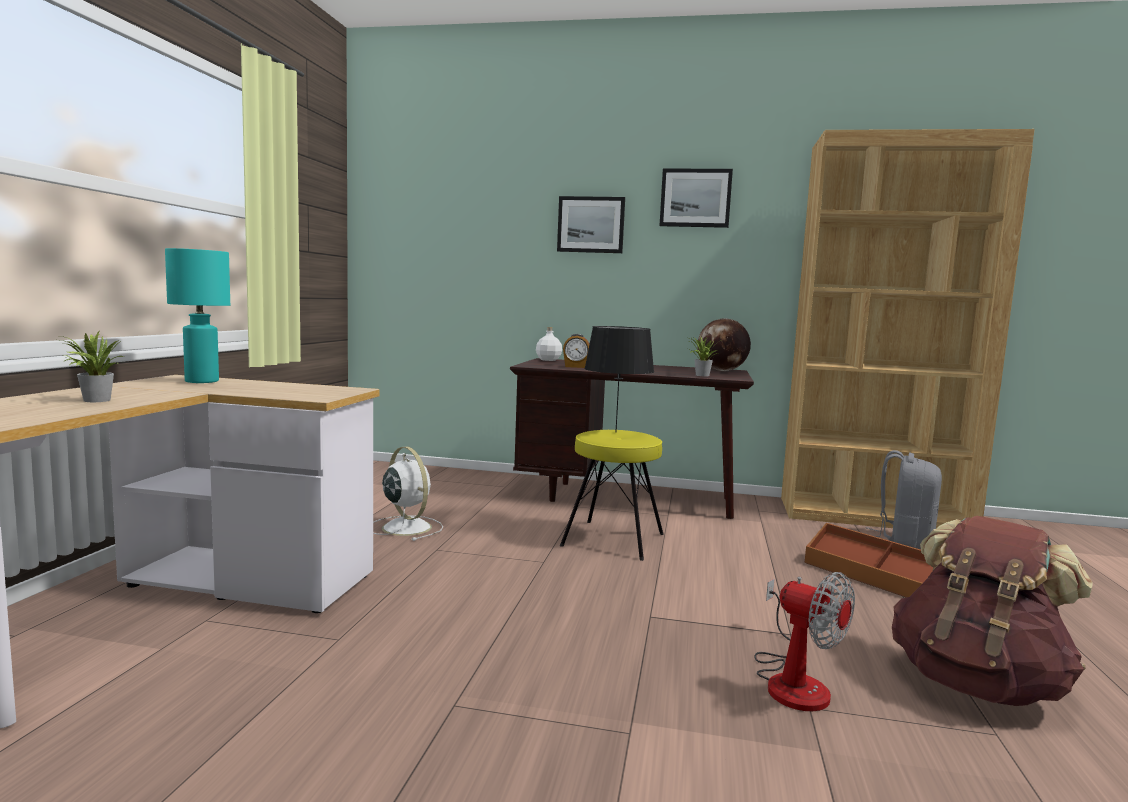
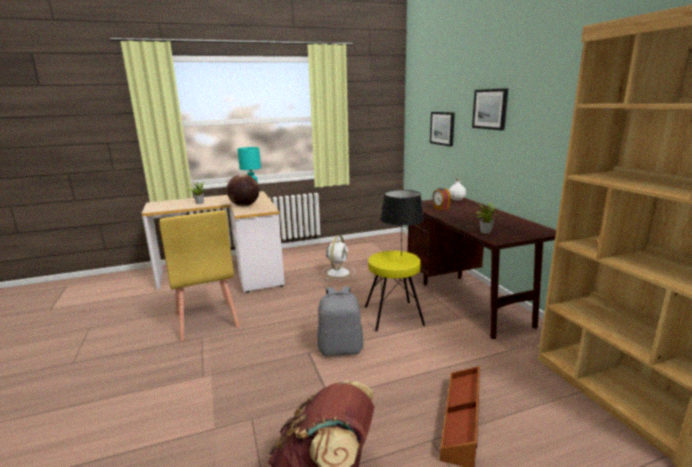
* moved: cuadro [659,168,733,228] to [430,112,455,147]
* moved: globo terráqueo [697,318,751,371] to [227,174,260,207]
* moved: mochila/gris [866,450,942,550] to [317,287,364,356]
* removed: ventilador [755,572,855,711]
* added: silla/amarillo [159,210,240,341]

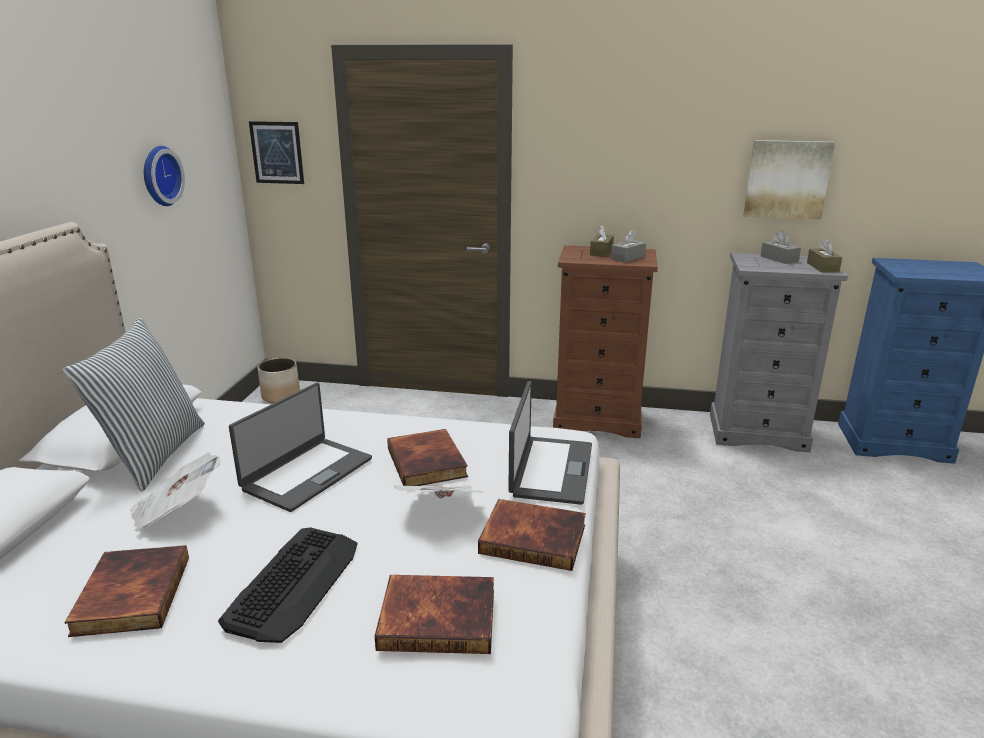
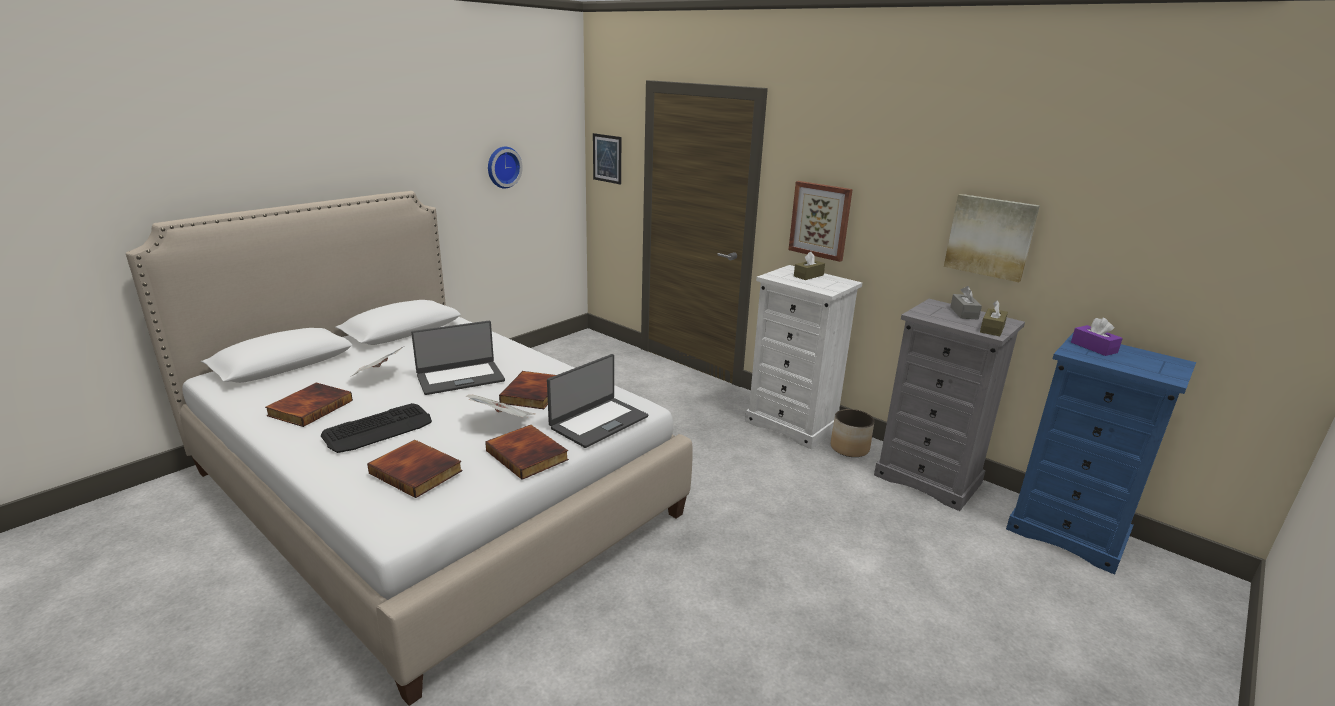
* removed: caja de pañuelos/gris [611,230,646,263]
* recoloured: cómoda/marrón [553,245,658,438] to cómoda/blanco [745,265,862,449]
* removed: cojín [62,317,205,491]
* moved: maceta [258,358,300,403] to [831,409,875,457]
* added: cuadro [789,181,853,262]
* added: caja de pañuelos/morado [1071,318,1123,356]

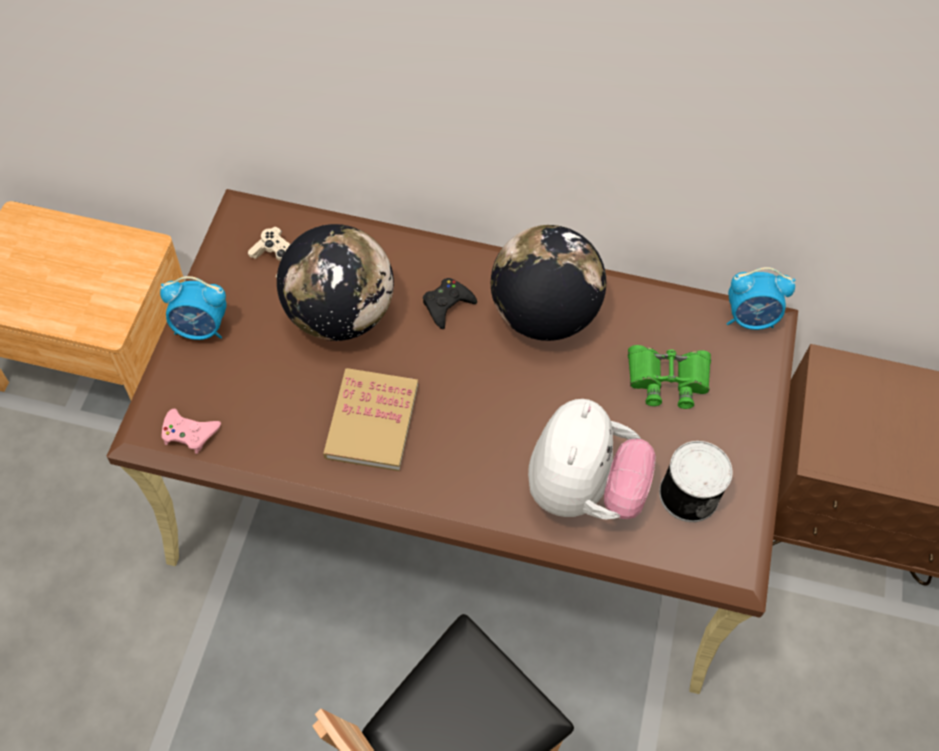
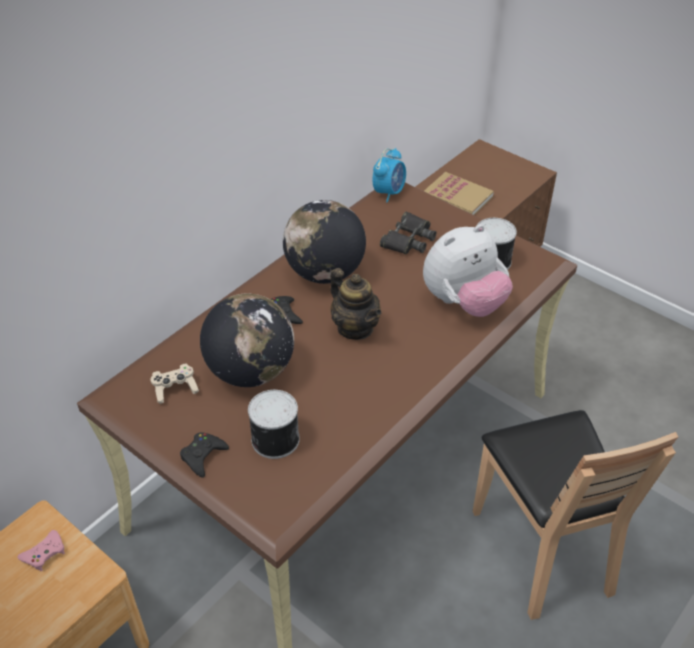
* replaced: despertador [160,276,226,340] to mando de consola/negro [180,432,229,478]
* recoloured: prismáticos/verde [628,345,711,409] to prismáticos/negro [380,212,436,254]
* moved: libro [323,368,418,471] to [424,172,494,215]
* turned: peluche [528,399,656,520] = [423,224,513,317] 105 degrees clockwise
* moved: mando de consola/rosa [162,409,221,454] to [17,530,65,571]
* added: tetera [330,268,381,340]
* added: lata [248,390,300,459]

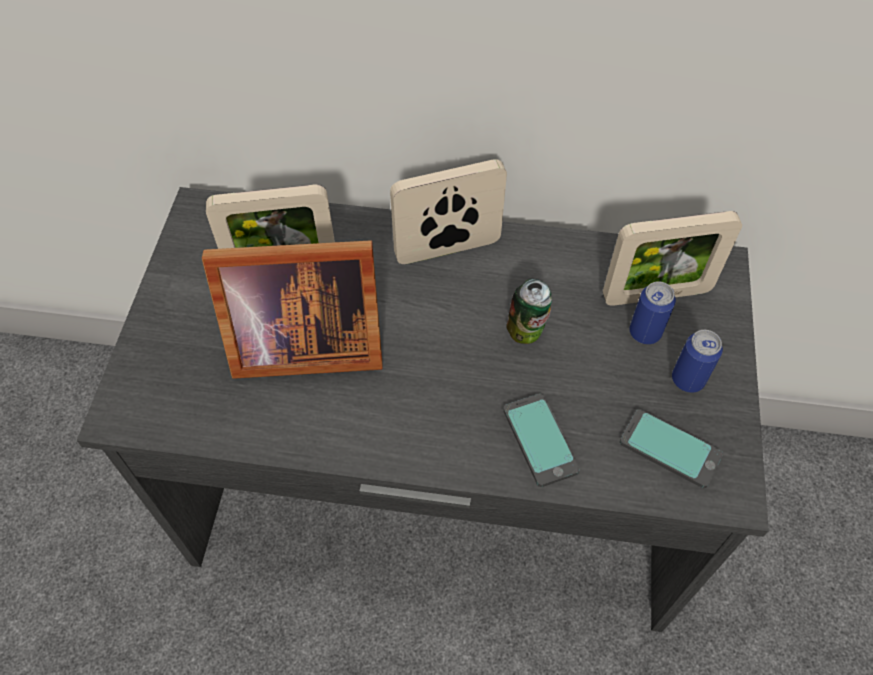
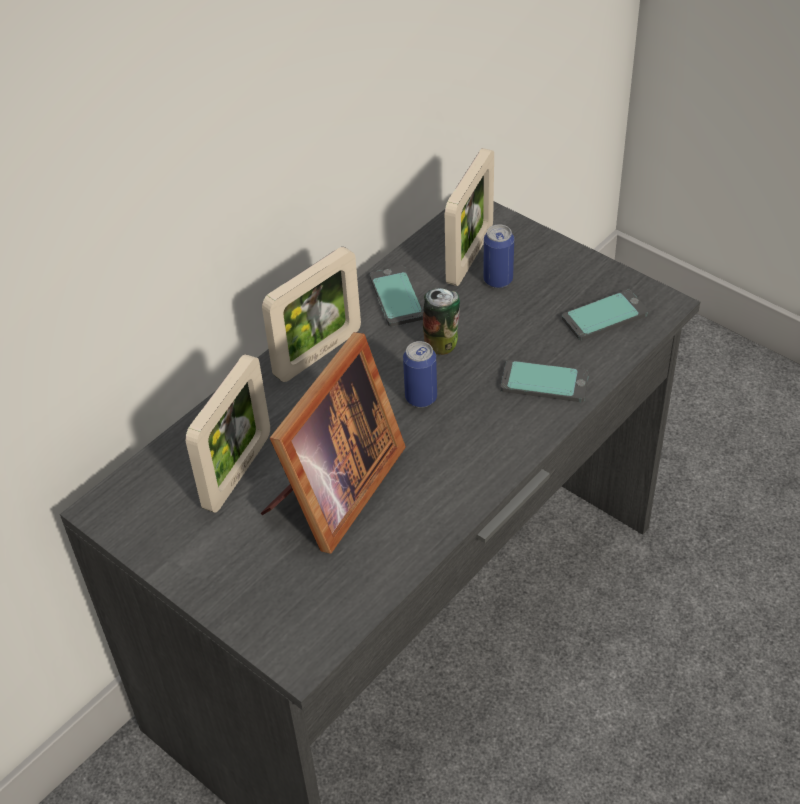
* turned: portarretratos [390,159,507,264] = [262,247,361,382] 150 degrees counterclockwise
* moved: lata [672,330,723,392] to [403,341,437,408]
* added: móvil [370,266,424,327]

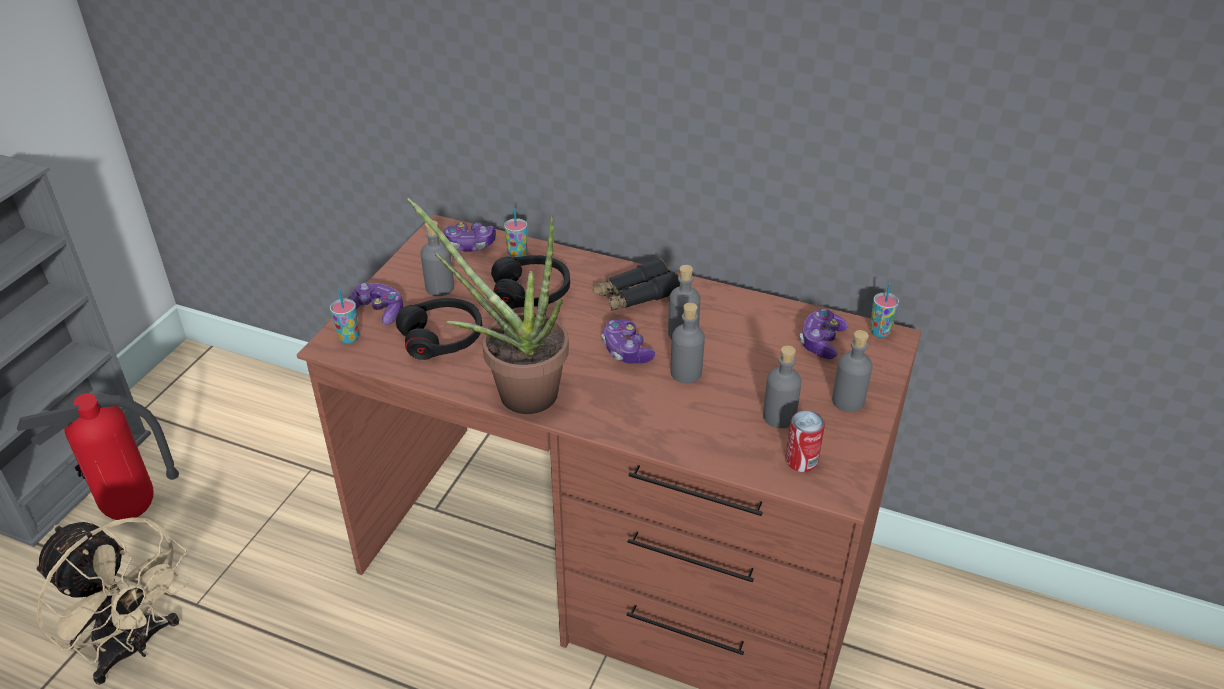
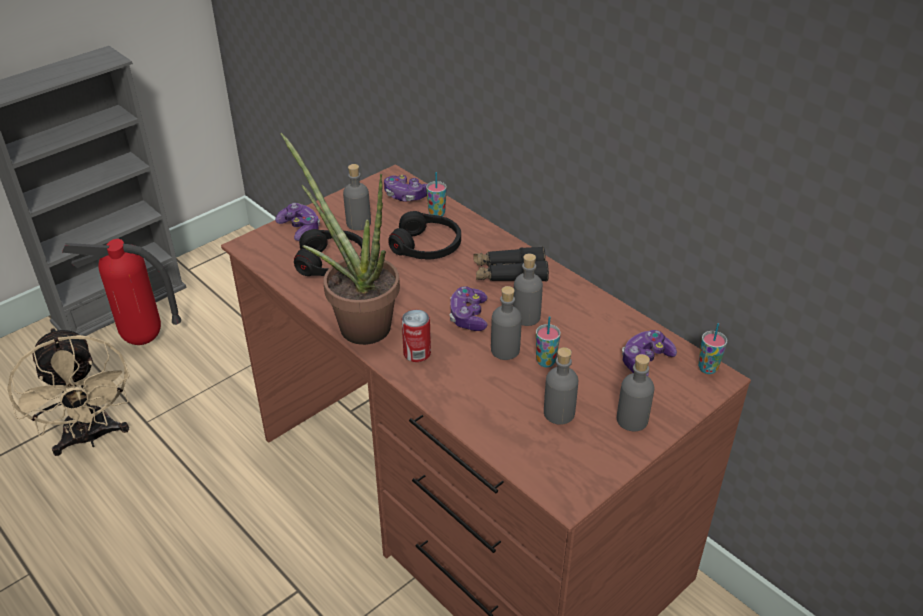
* moved: taza [330,289,359,344] to [536,316,561,367]
* moved: lata [785,410,825,472] to [402,309,431,362]

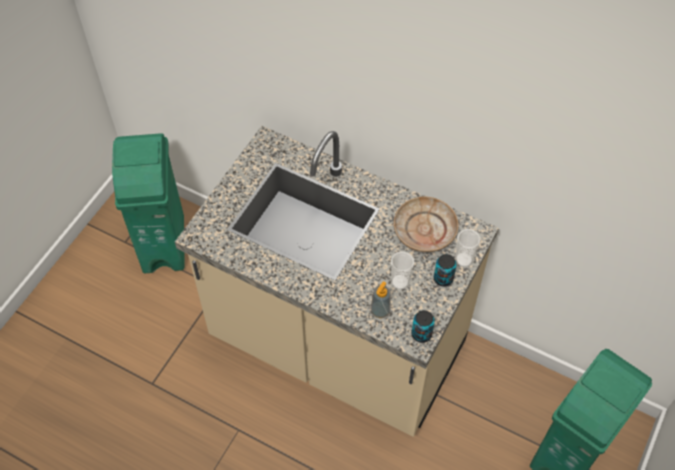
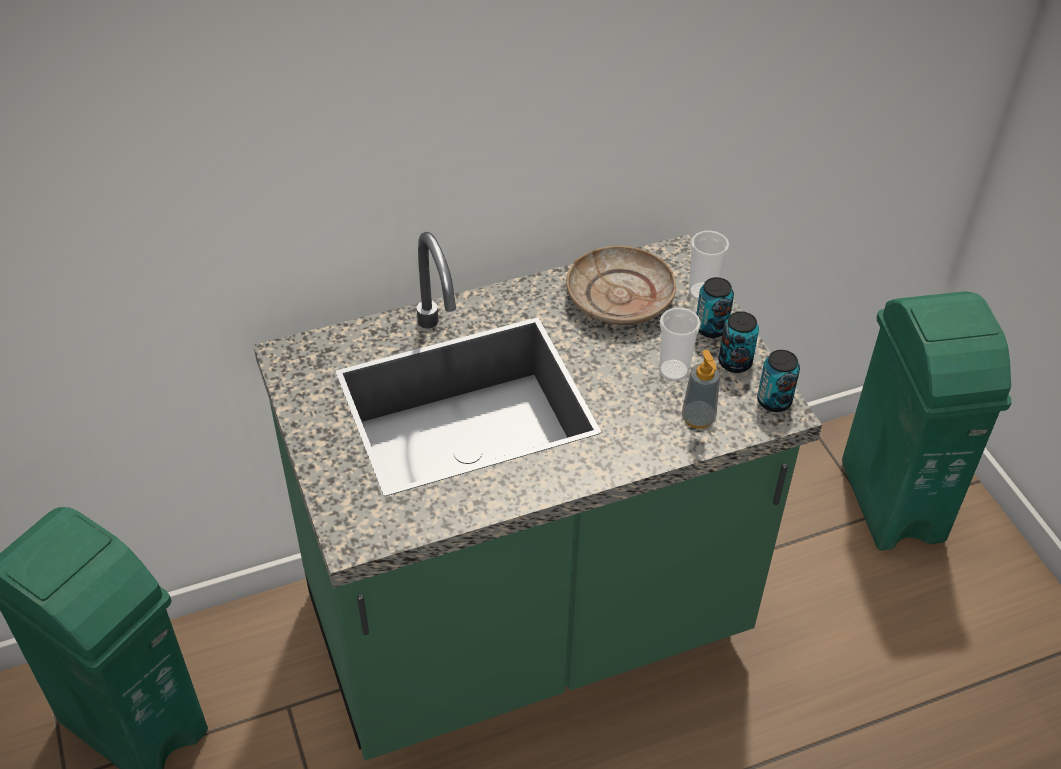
* recoloured: mueble bajo de cocina/beis [175,126,499,437] to mueble bajo de cocina/verde [253,232,822,761]
* added: lata [719,311,759,373]

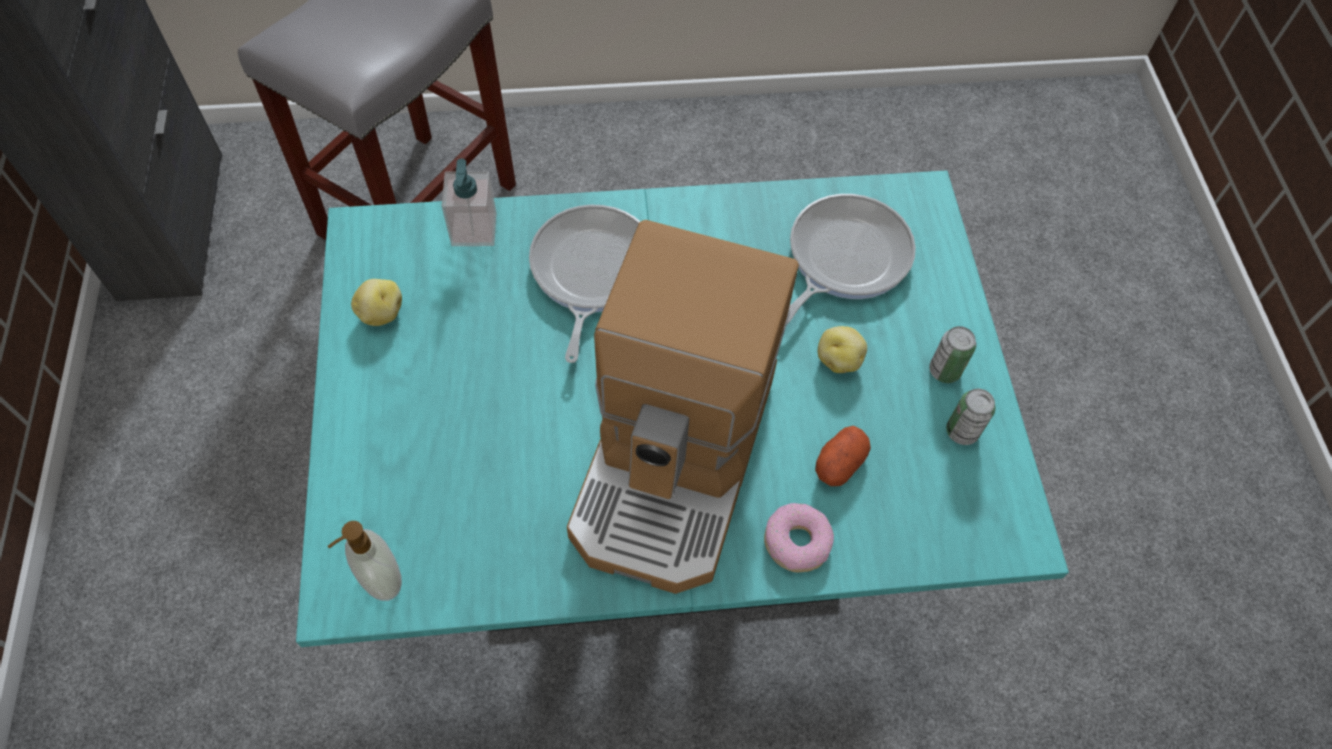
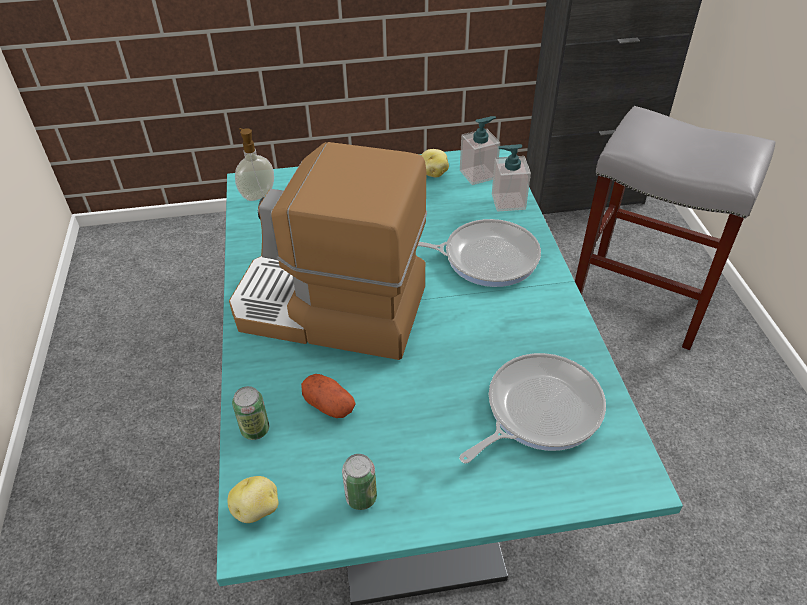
* turned: sartén [787,194,916,324] = [459,353,606,463] 75 degrees counterclockwise
* moved: patata [818,326,867,373] to [227,476,279,523]
* moved: lata [929,326,976,383] to [232,386,269,440]
* removed: rosquilla [764,503,834,573]
* added: dispensador de jabón [460,116,500,185]

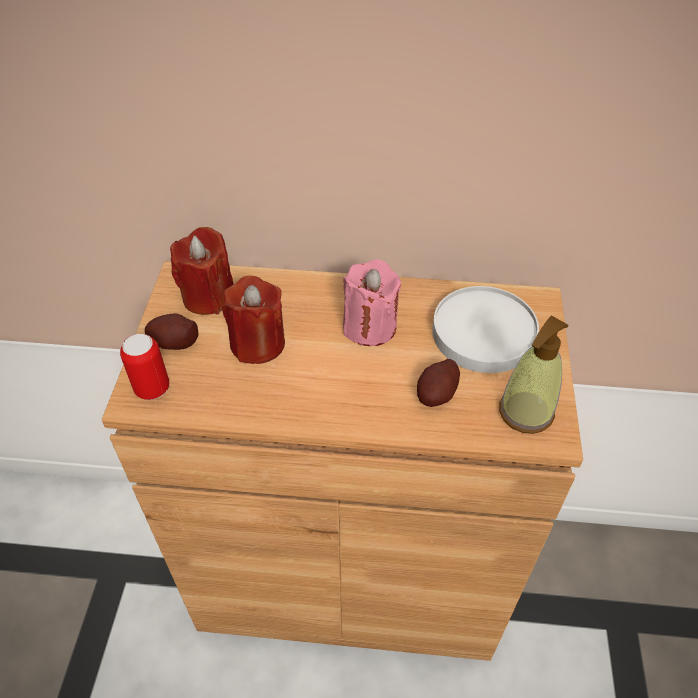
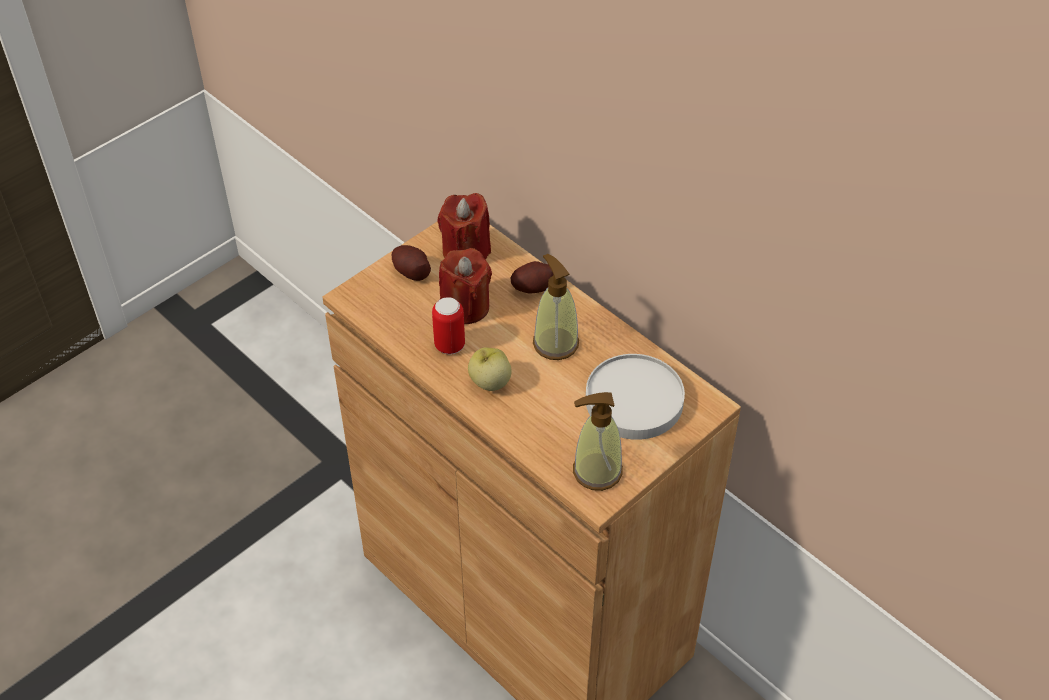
* replaced: vela/rosa [343,259,401,346] to dispensador de jabón [533,254,579,360]
* moved: lata [120,334,169,400] to [432,297,465,354]
* moved: patata [417,359,460,407] to [510,261,553,294]
* added: manzana [468,347,512,391]

